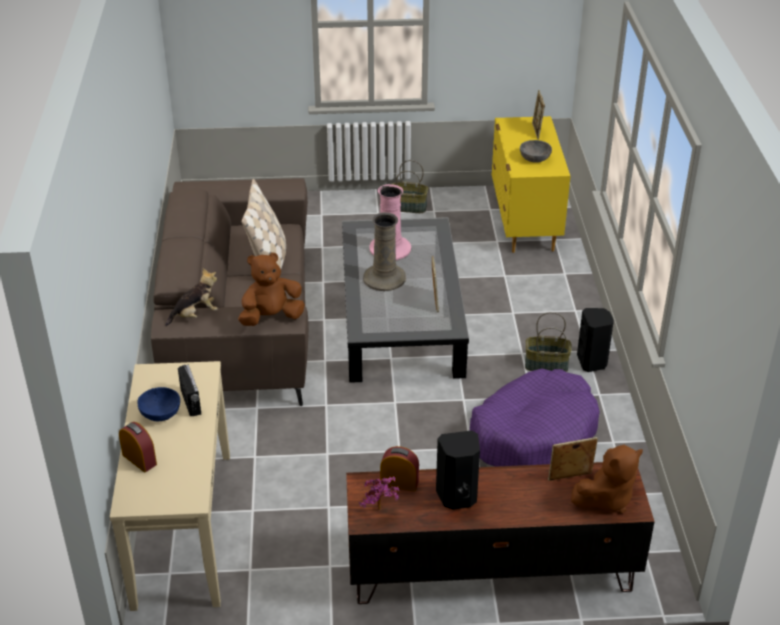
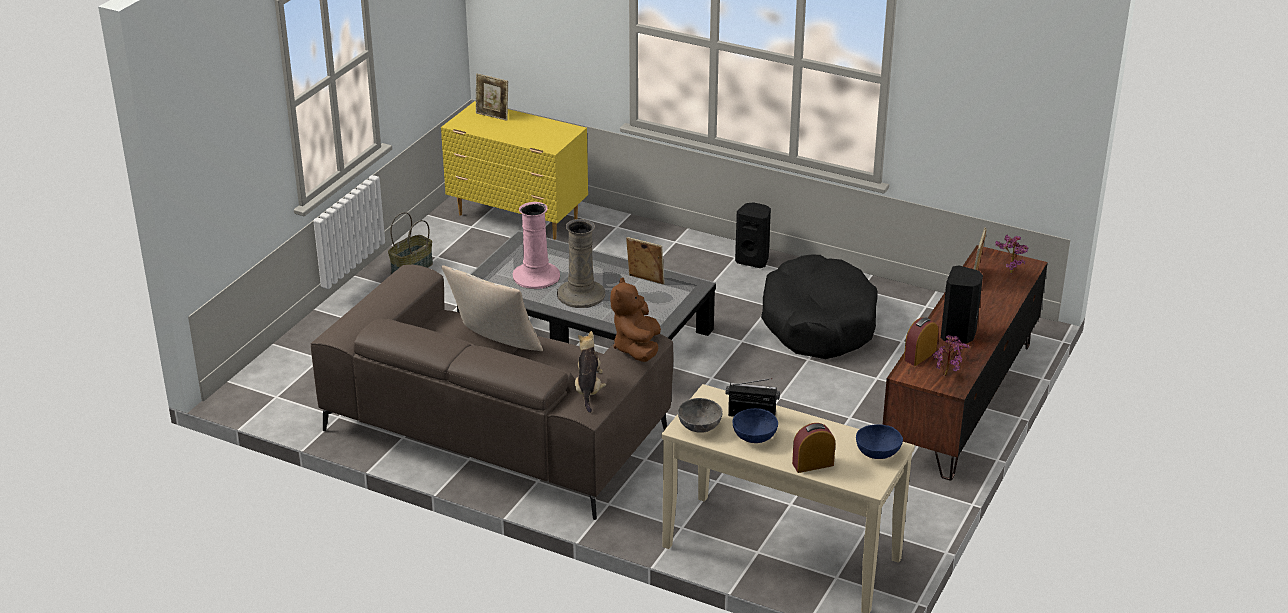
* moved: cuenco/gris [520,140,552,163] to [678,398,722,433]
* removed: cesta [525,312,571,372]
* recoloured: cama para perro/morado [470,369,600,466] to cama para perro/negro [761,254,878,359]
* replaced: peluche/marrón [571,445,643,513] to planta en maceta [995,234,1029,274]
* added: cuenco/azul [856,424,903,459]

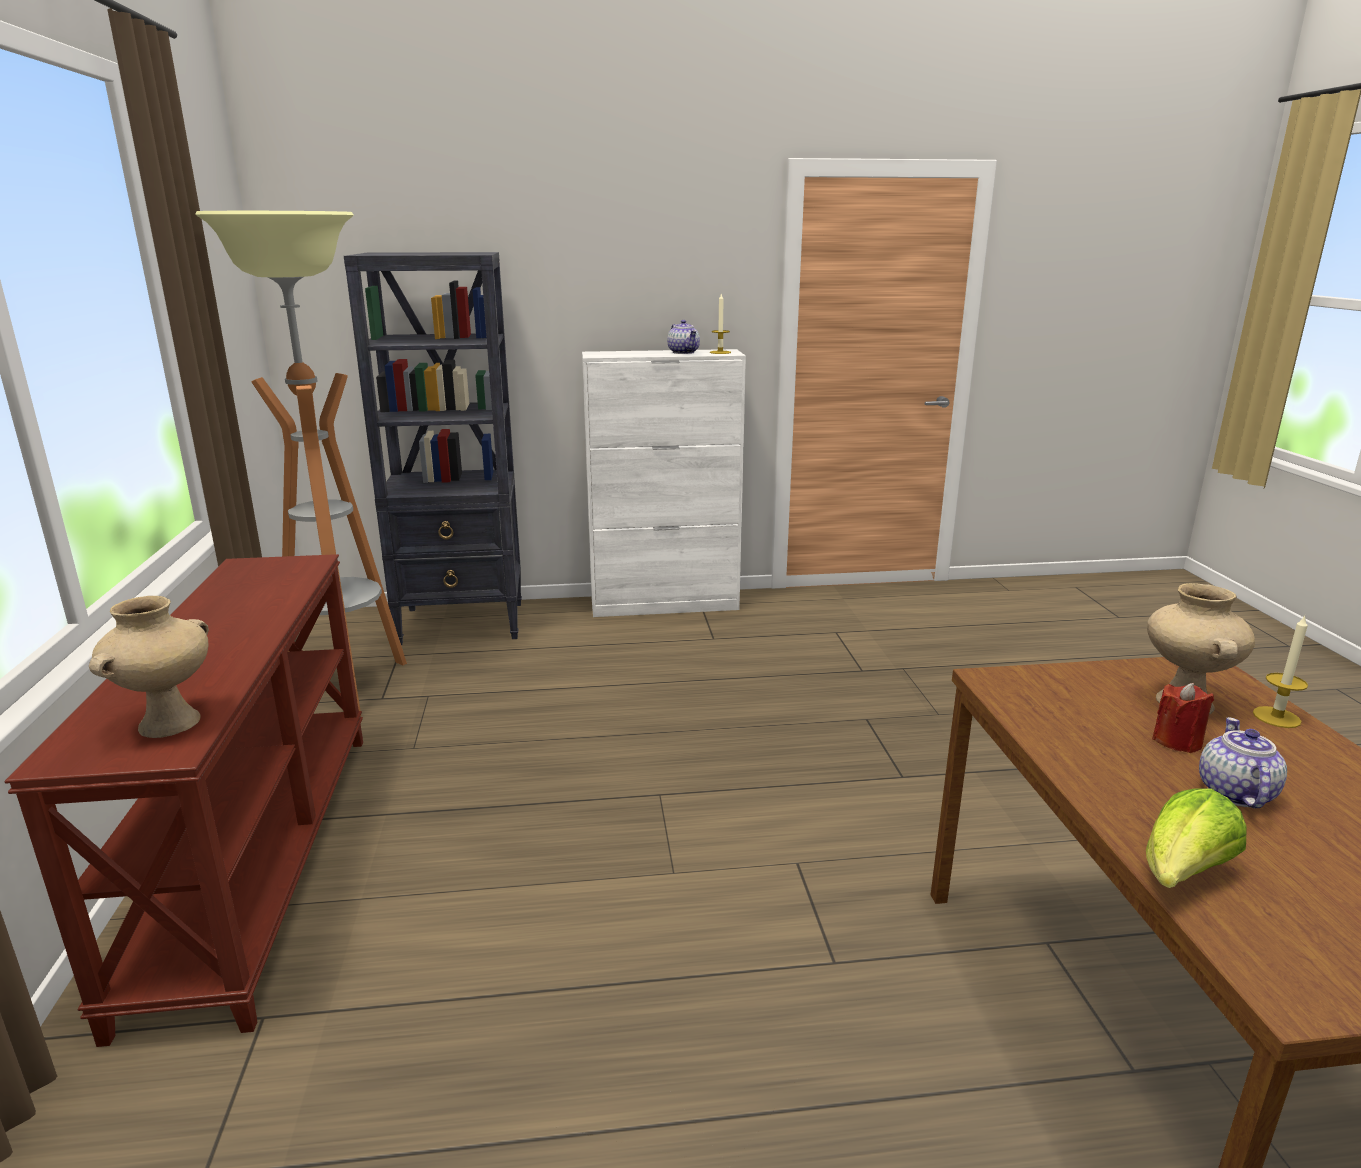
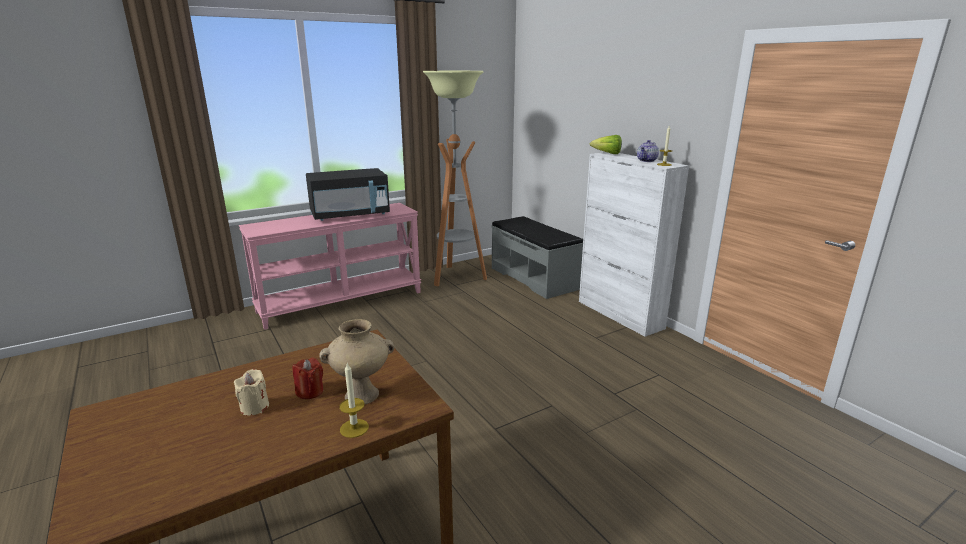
* replaced: estantería/negro [344,252,522,645] to banco/gris [491,216,583,299]
* recoloured: mesa consola/marrón [5,554,363,1047] to mesa consola/rosa [239,203,421,330]
* removed: florero/beis [89,596,209,738]
* replaced: tetera [1199,717,1287,808] to vela/beis [234,369,269,416]
* moved: lechuga [1146,788,1246,888] to [590,135,622,154]
* added: microondas/negro [306,168,390,221]

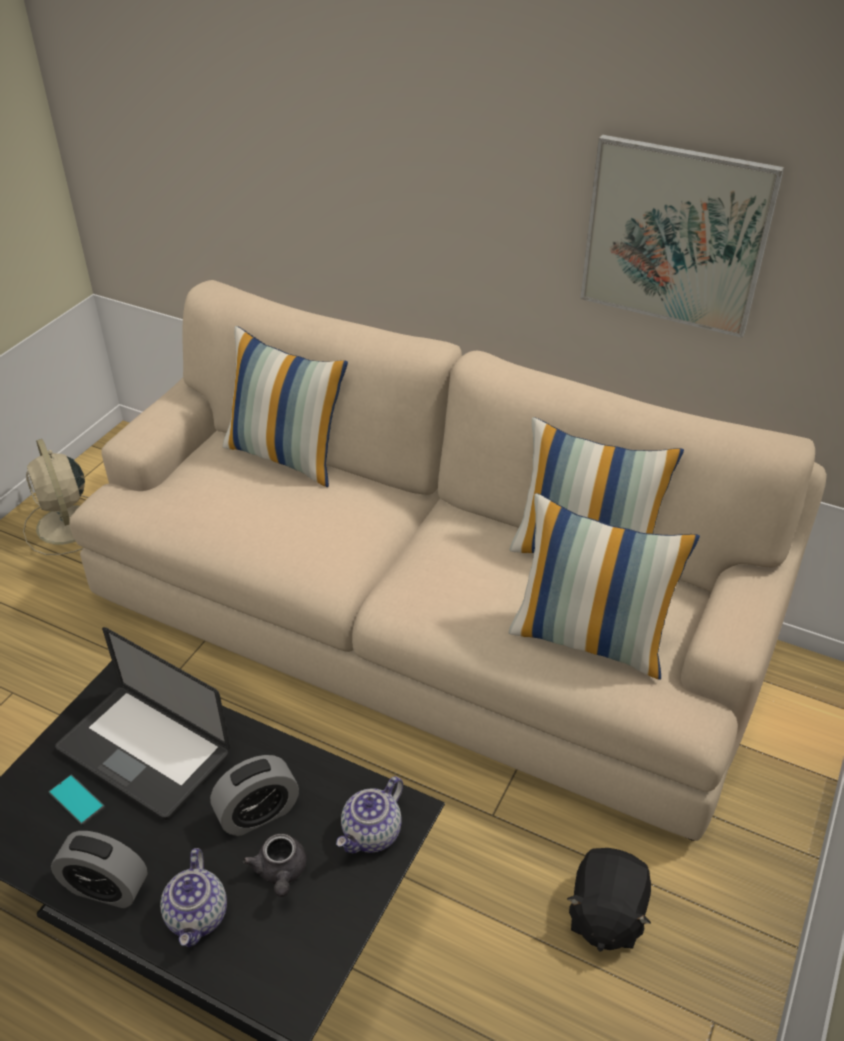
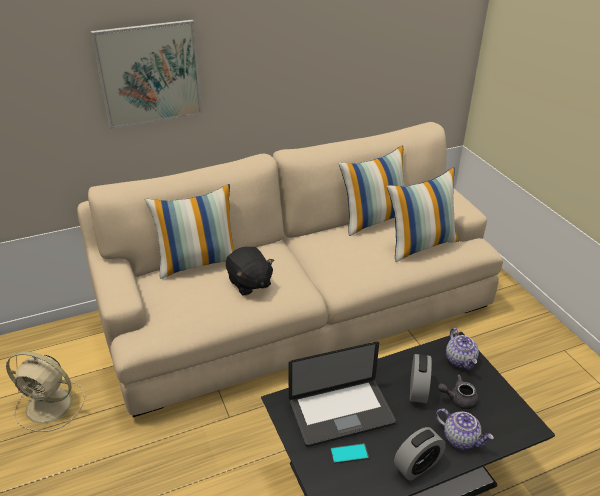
* moved: cuadro [580,134,784,338] to [91,20,203,129]
* turned: tetera/gris [243,834,307,897] = [438,375,478,409] 150 degrees clockwise
* moved: peluche/negro [567,848,651,952] to [226,247,274,296]

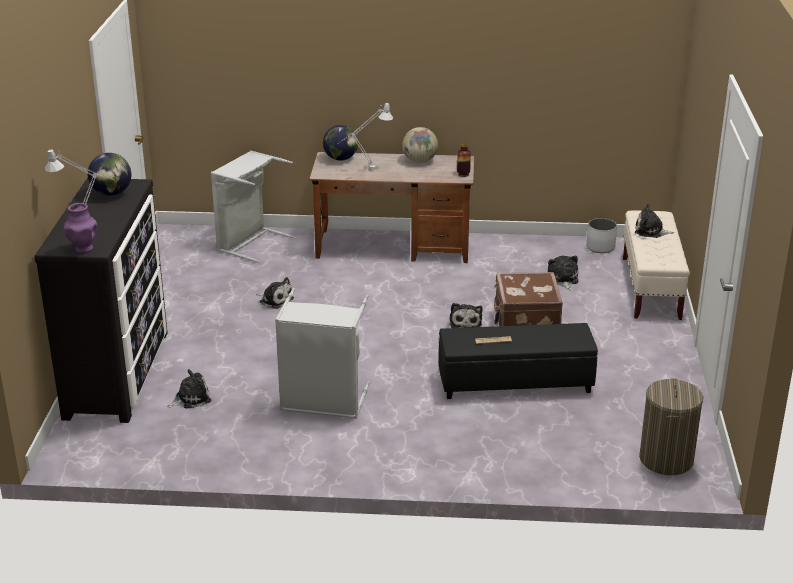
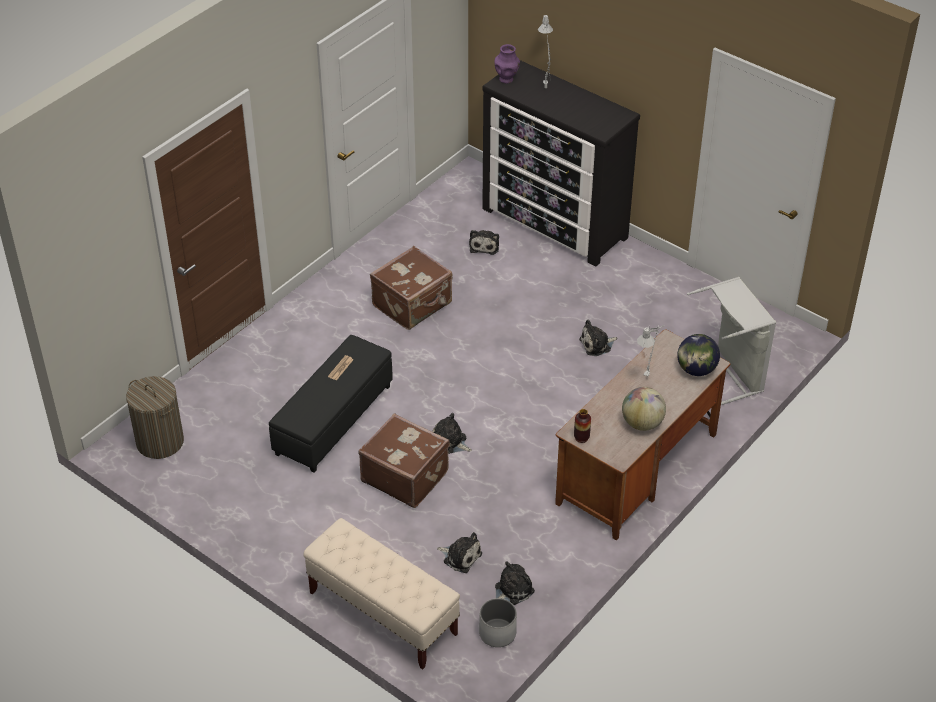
* removed: globo terráqueo [88,153,131,196]
* moved: peluche [635,204,674,238] to [495,561,535,605]
* replaced: cesto de la ropa/gris [275,288,370,419] to maleta/marrón [370,246,452,330]

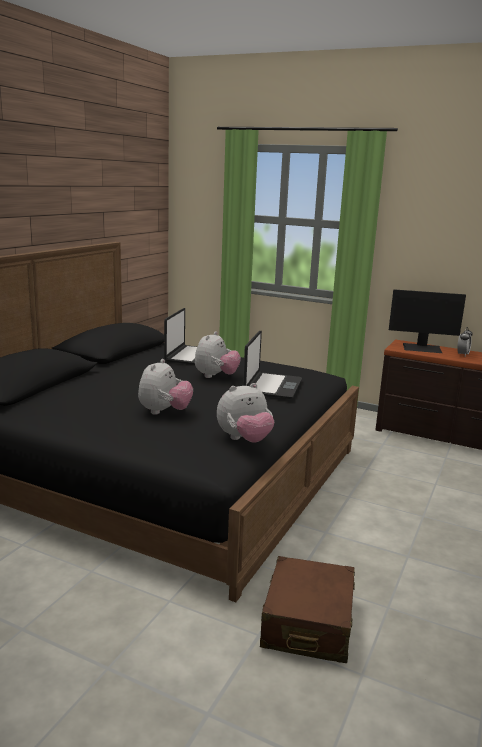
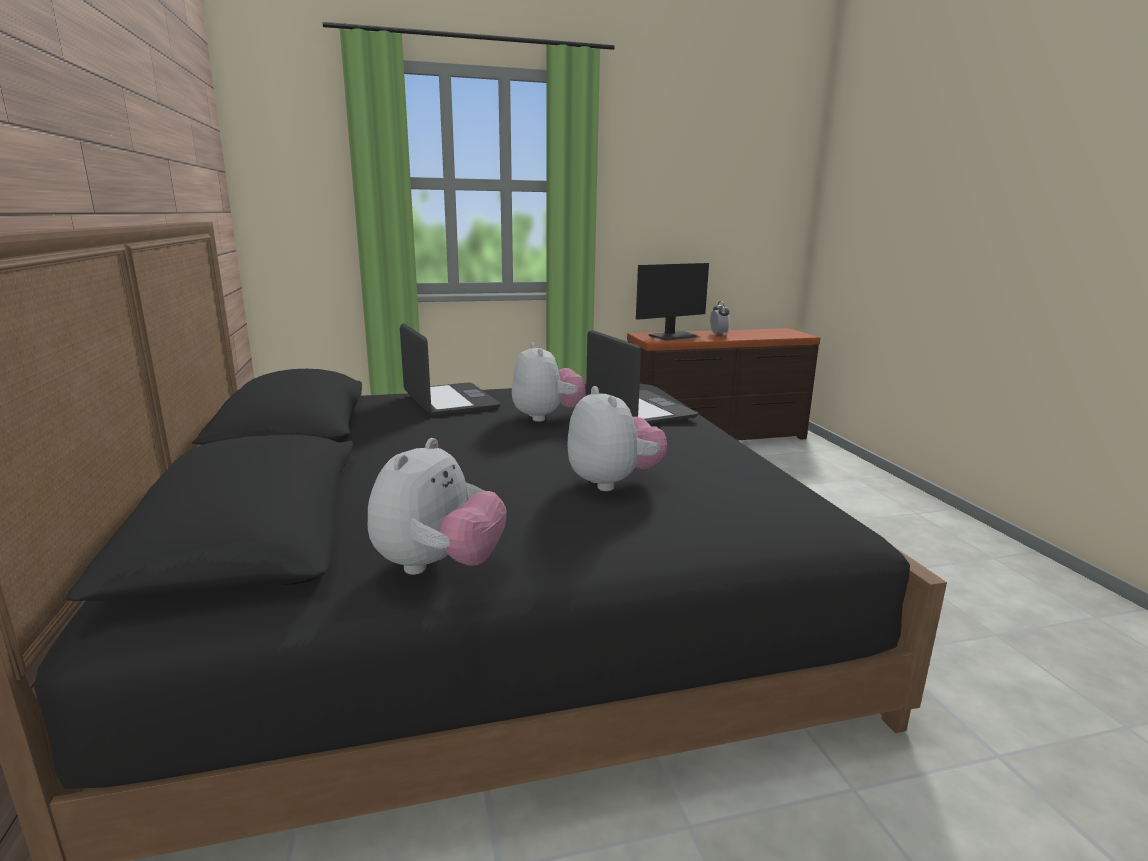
* moved: peluche [217,383,274,443] to [368,438,506,575]
* removed: maleta/marrón [260,556,355,663]

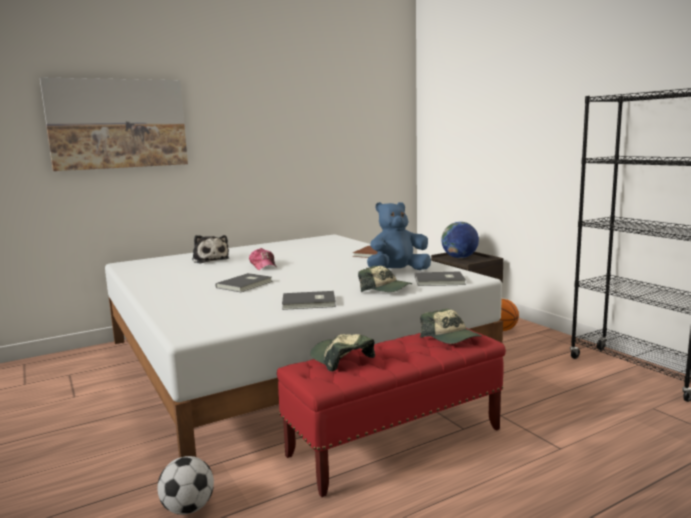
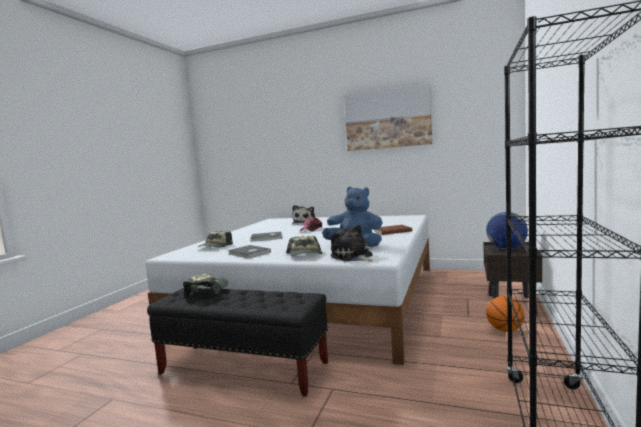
* moved: cuadro [40,77,188,171] to [344,84,432,151]
* replaced: libro/gris [415,271,466,286] to peluche [331,225,374,262]
* moved: gorra [420,308,482,344] to [198,231,233,248]
* recoloured: banco/rojo [277,328,506,497] to banco/negro [147,288,328,397]
* removed: balón de fútbol [157,456,214,515]

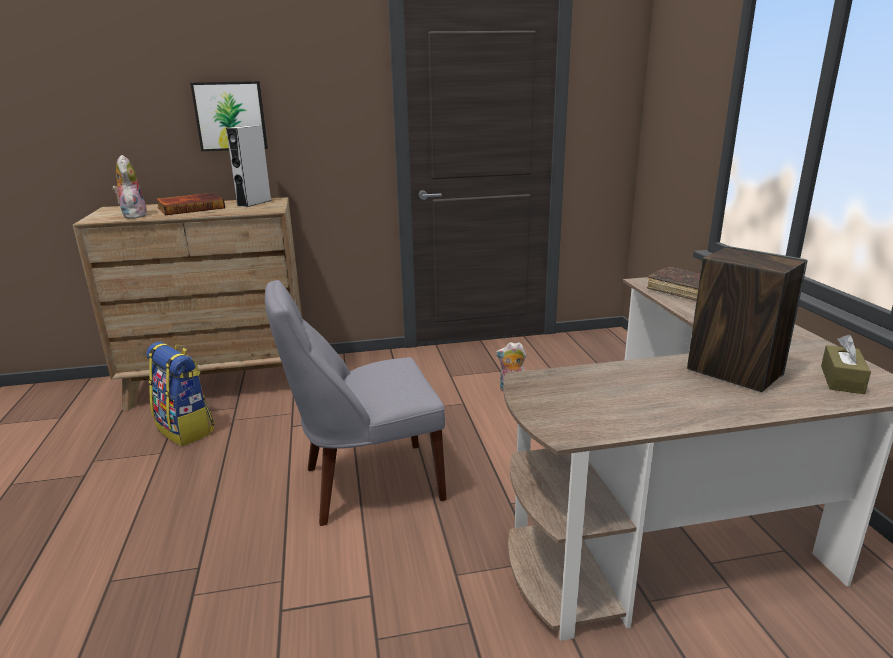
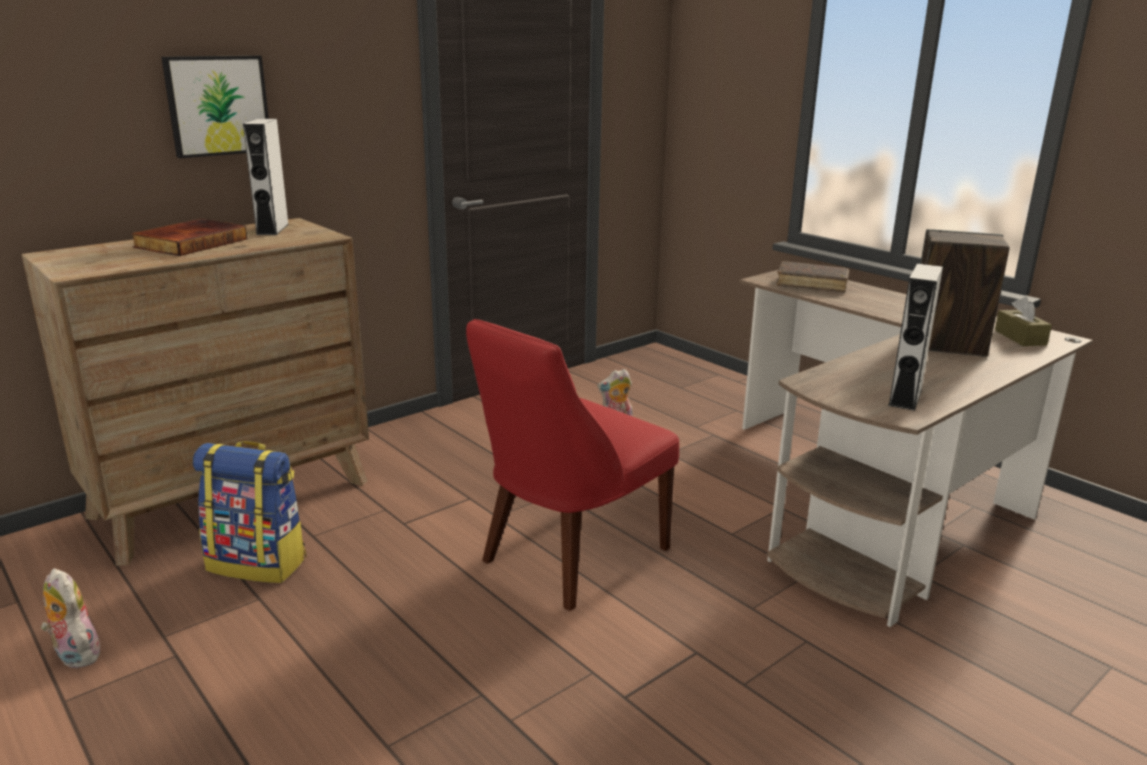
* moved: peluche [112,155,148,219] to [41,568,101,668]
* recoloured: silla/gris [265,280,447,526] to silla/rojo [466,319,679,611]
* added: altavoz/gris [888,264,943,411]

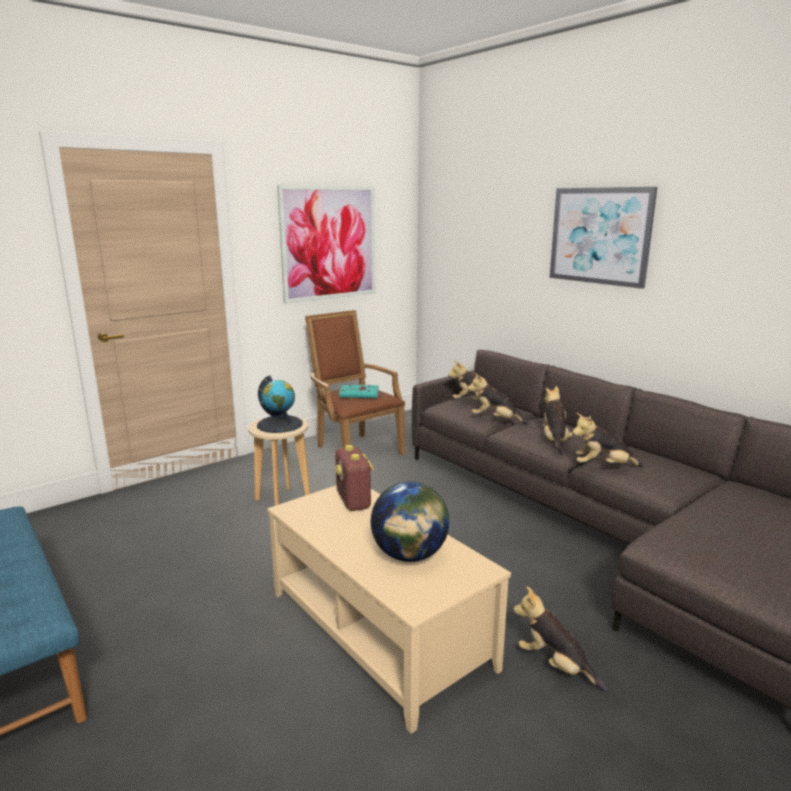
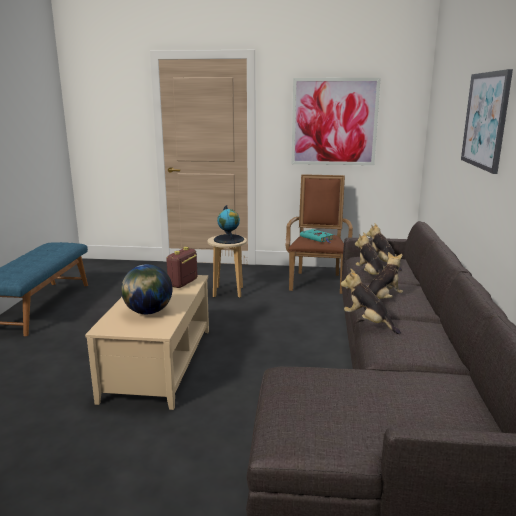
* removed: peluche [513,586,608,691]

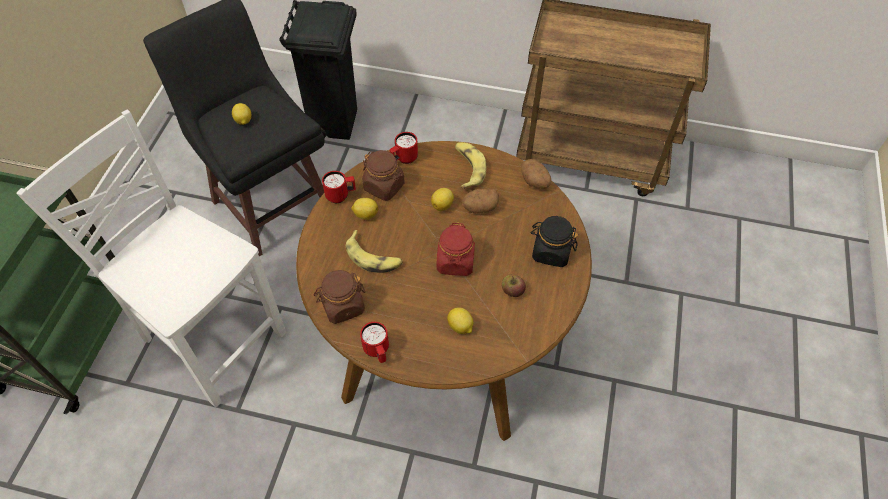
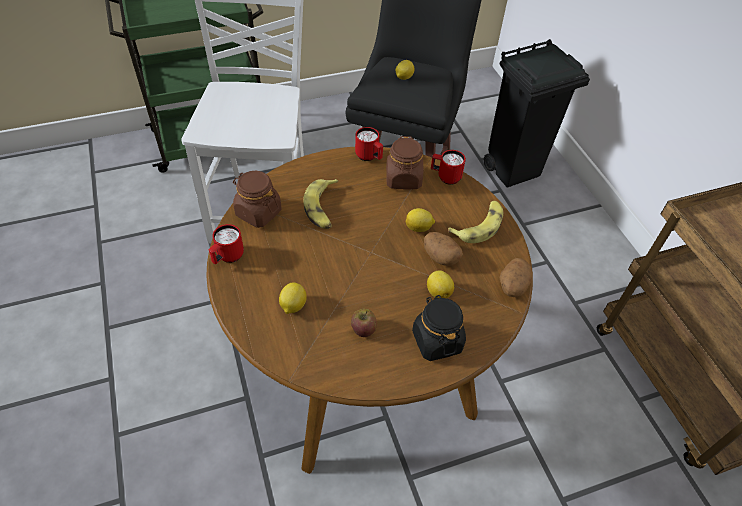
* moved: limón [351,198,378,220] to [427,270,454,298]
* removed: tarro/rojo [437,222,475,276]

